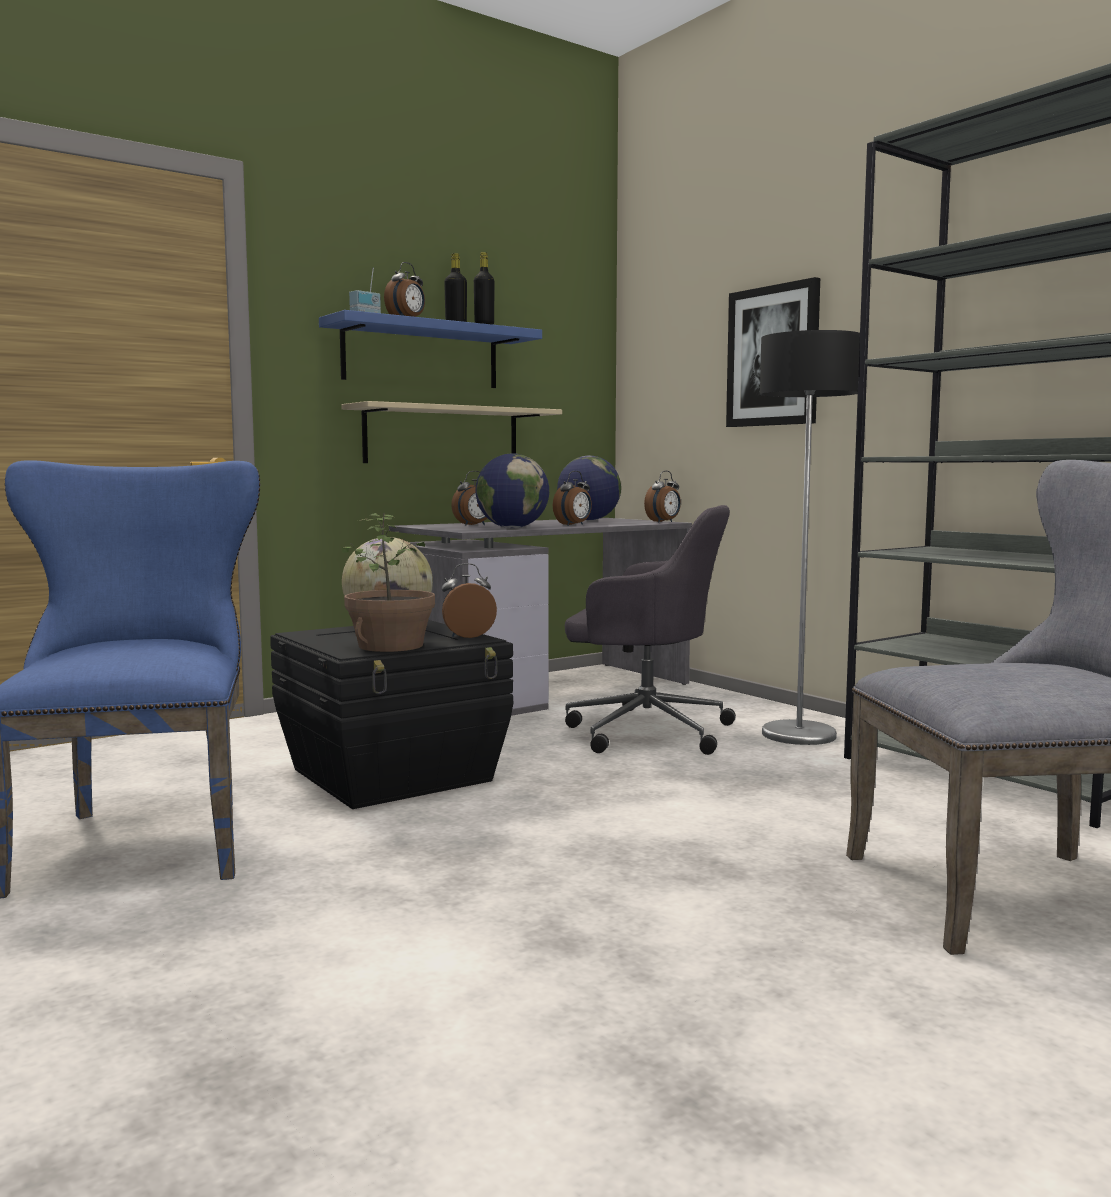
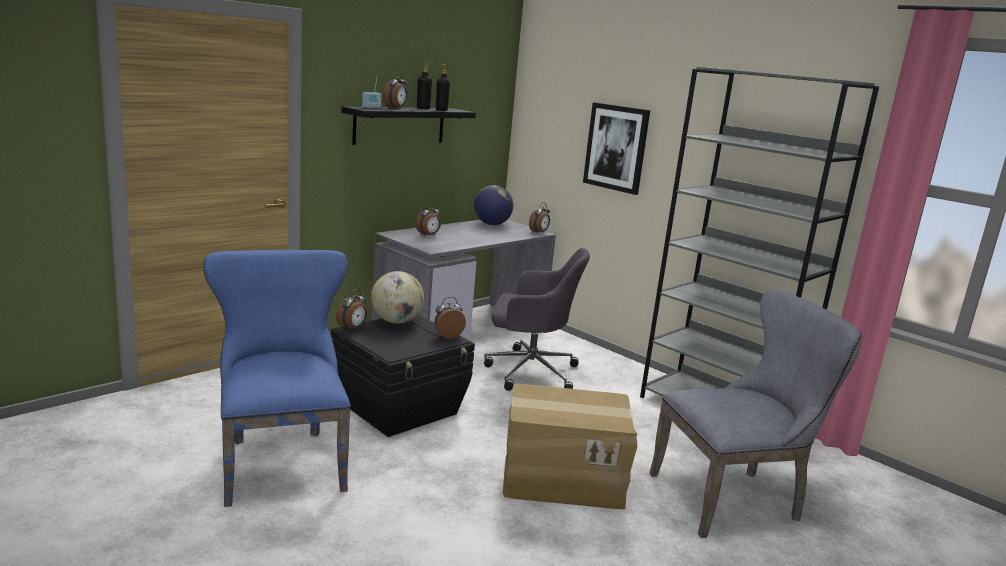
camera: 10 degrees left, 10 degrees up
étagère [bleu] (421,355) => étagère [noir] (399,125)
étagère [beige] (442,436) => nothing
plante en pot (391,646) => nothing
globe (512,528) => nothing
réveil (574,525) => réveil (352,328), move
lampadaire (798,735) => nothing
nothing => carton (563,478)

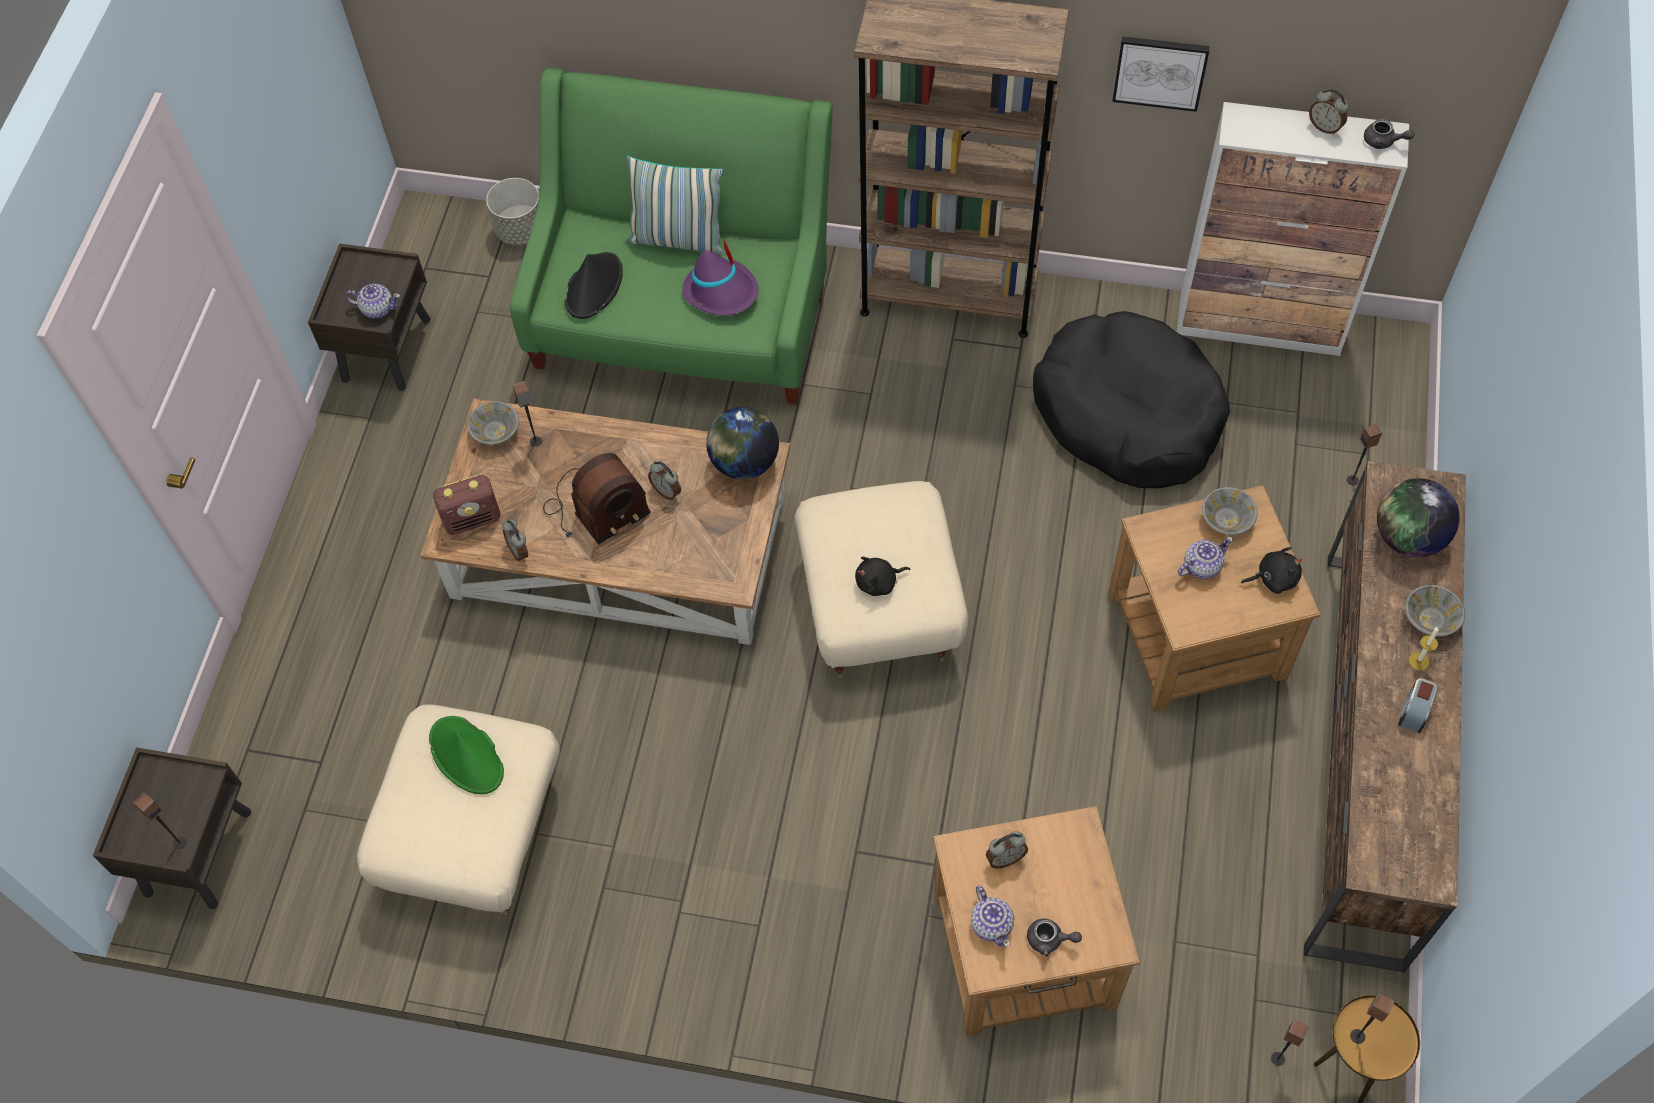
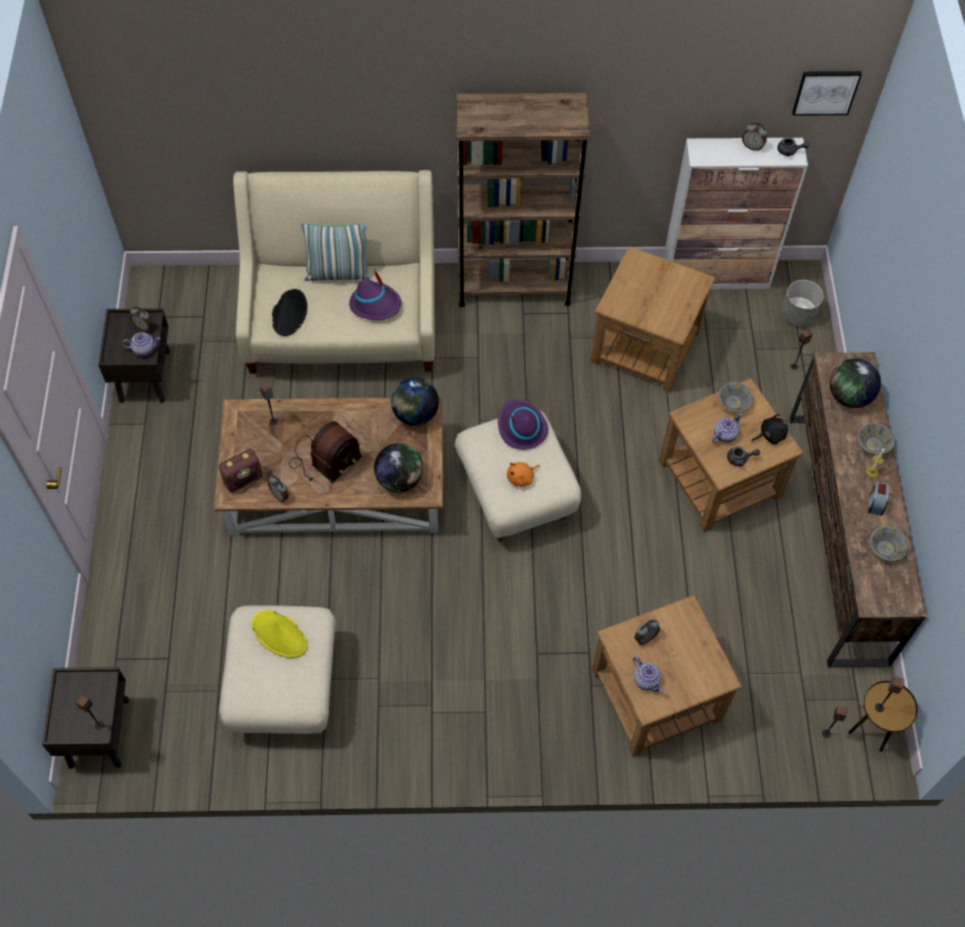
camera: 15 degrees left, 0 degrees up
chapeau [vert] (467,756) => chapeau [jaune] (279,634)
bol [gris] (496,432) => bol [gris] (885,549), move
cache-pot [gris] (521,230) => cache-pot [gris] (798,314), move
canapé [vert] (684,316) => canapé [beige] (342,324)
réveil (667,491) => réveil (144,326), move
peluche [noir] (879,582) => peluche [orange] (521,478)
théière [gris] (1050,940) => théière [gris] (740,459), move
panier pour chien [noir] (1127,414) => table d'appoint [marron] (645,345)
tableau (1160,71) => tableau (825,91), move
nothing => globe (399,479)
nothing => chapeau [violet] (521,427)

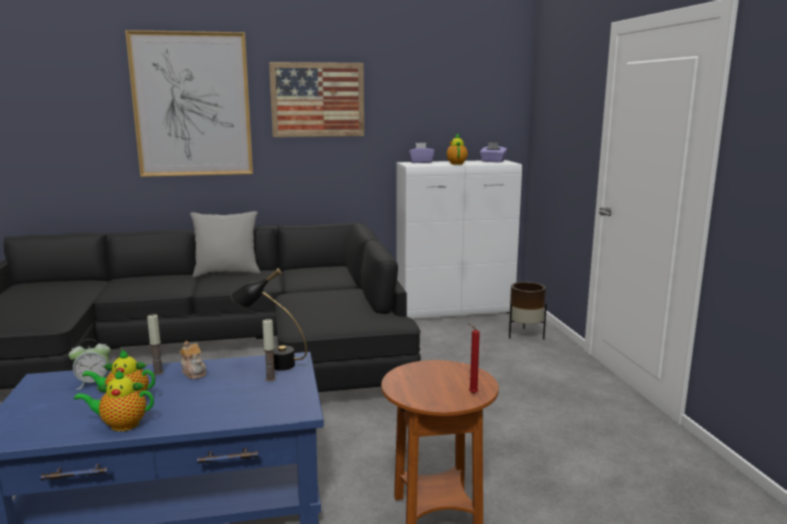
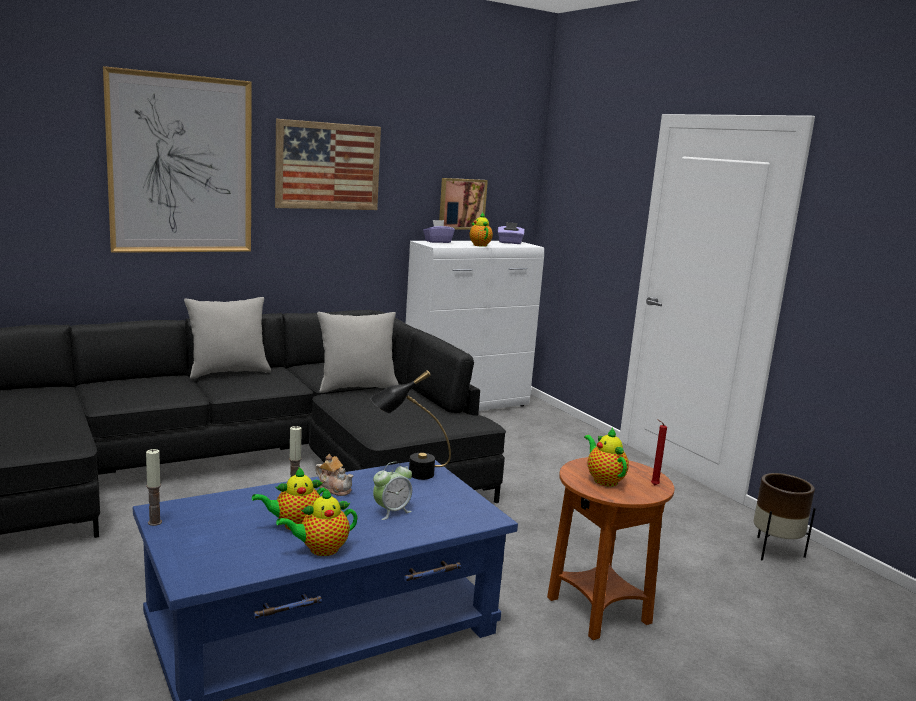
camera: 20 degrees left, 0 degrees up
réveil (93,383) => réveil (391,511), move
bougie (270,379) => bougie (154,522), move
cache-pot [marron] (525,335) => cache-pot [marron] (774,551), move
nothing => coussin [gris] (357,387)
nothing => tableau (461,204)
nothing => théière (603,480)

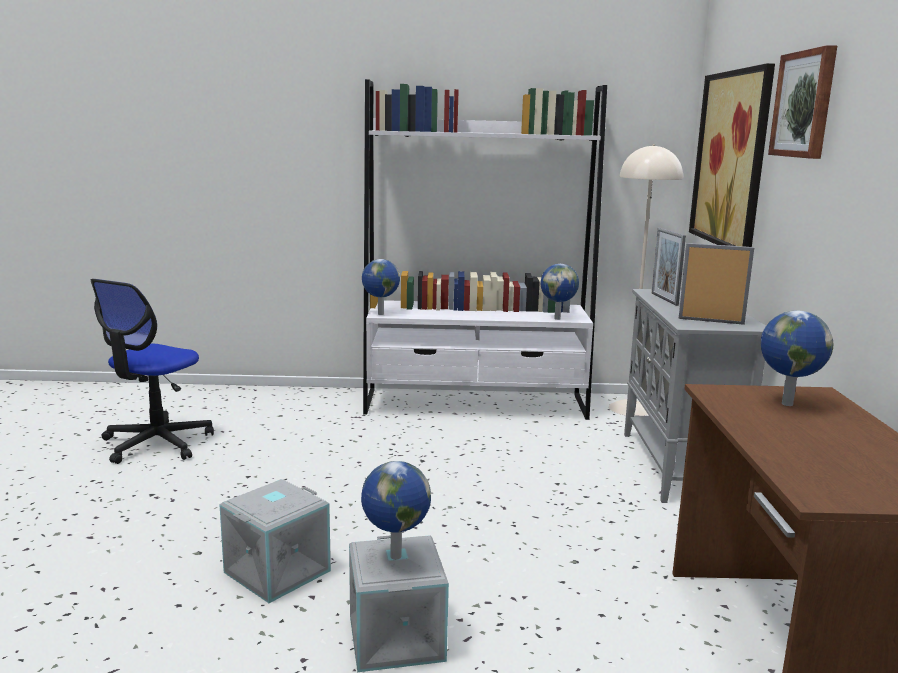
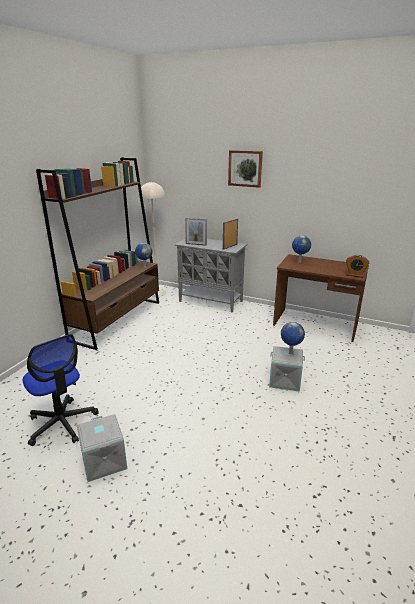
camera: 65 degrees left, 10 degrees up
boîte de rangement [gris] (276,570) => boîte de rangement [gris] (103,461), move
globe (380,314) => nothing
bibliothèque [blanc] (476,404) => bibliothèque [marron] (117,320)
tableau (731,159) => nothing
nothing => réveil (355,275)

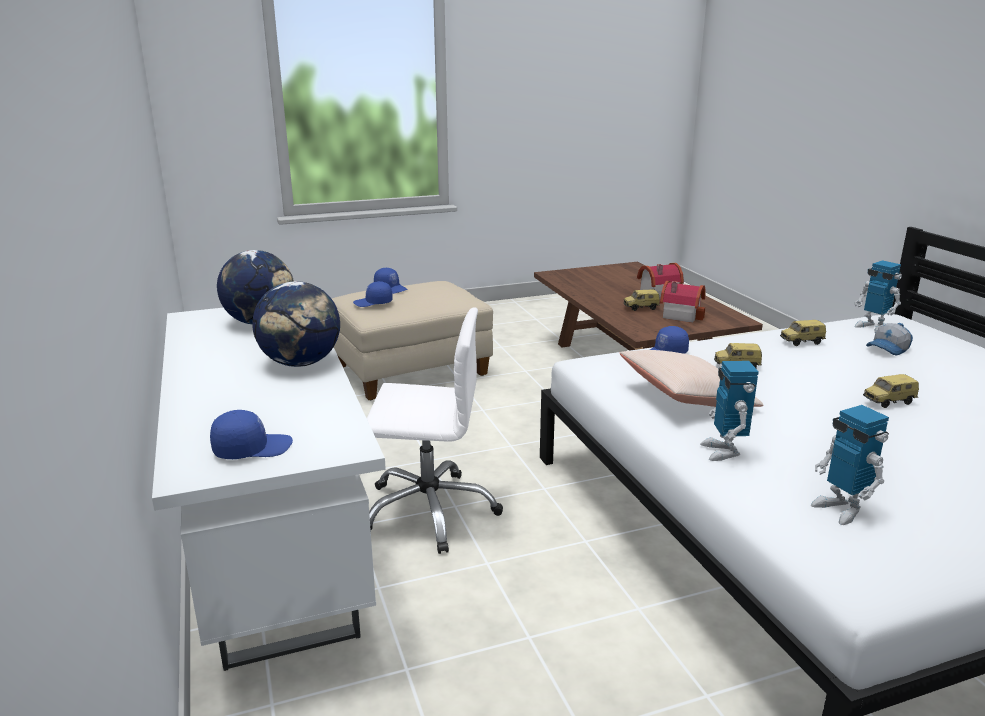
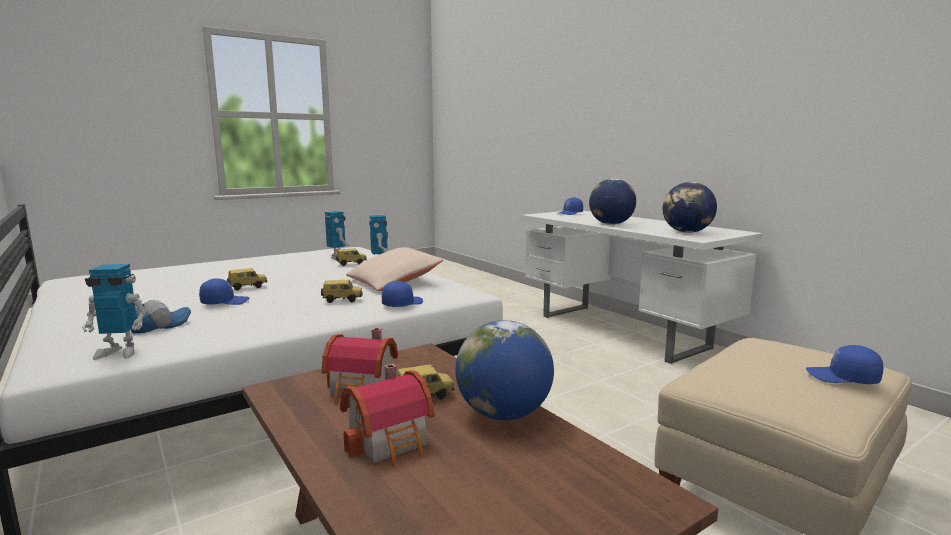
camera: 165 degrees right, 10 degrees down
casquette [bleu] (373,303) => casquette [bleu] (225,302), move
chaise de bureau [blanc] (429,511) => nothing
petite voiture (802,343) => petite voiture (351,264), move
robot jouet (872,327) => robot jouet (120,352), 135 degrees clockwise
nothing => globe (504,414)

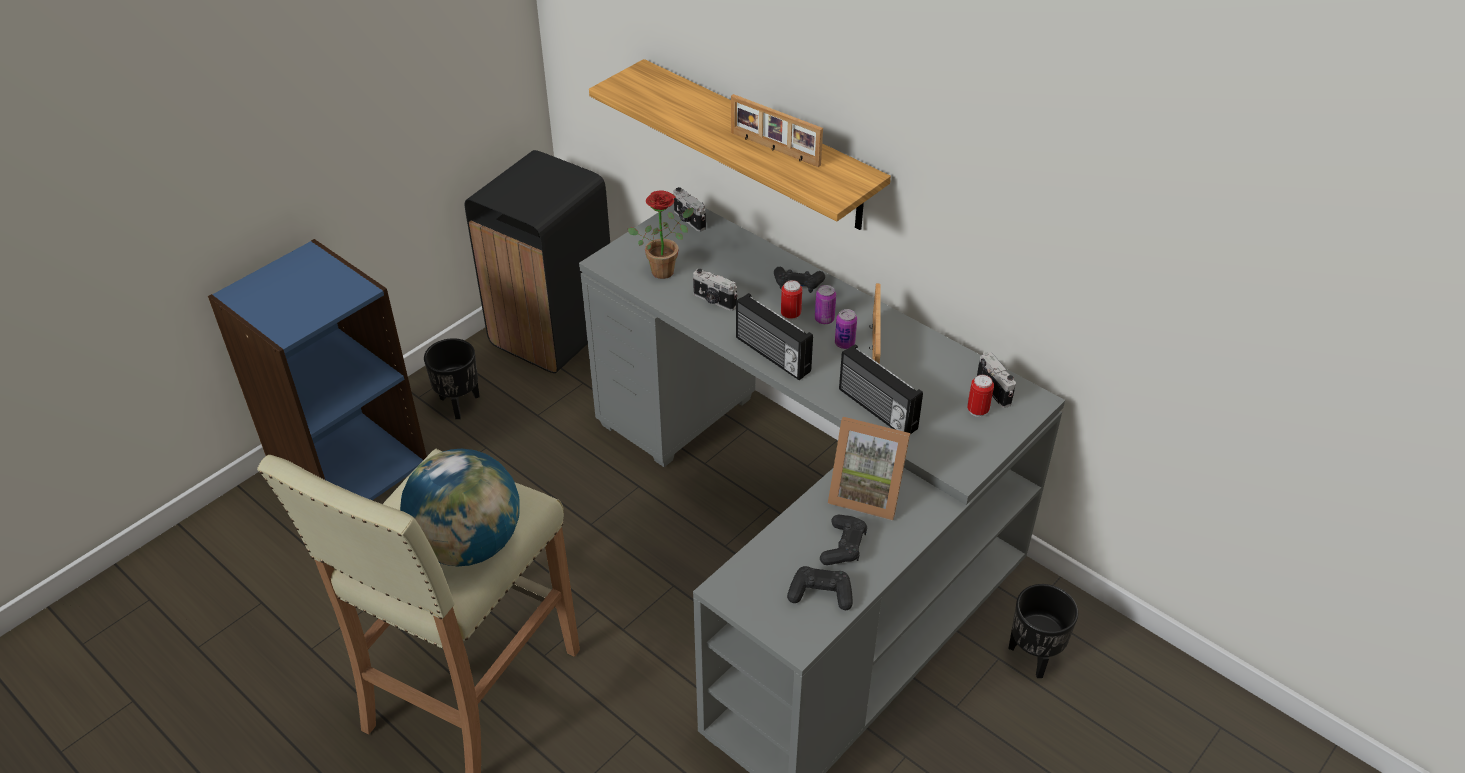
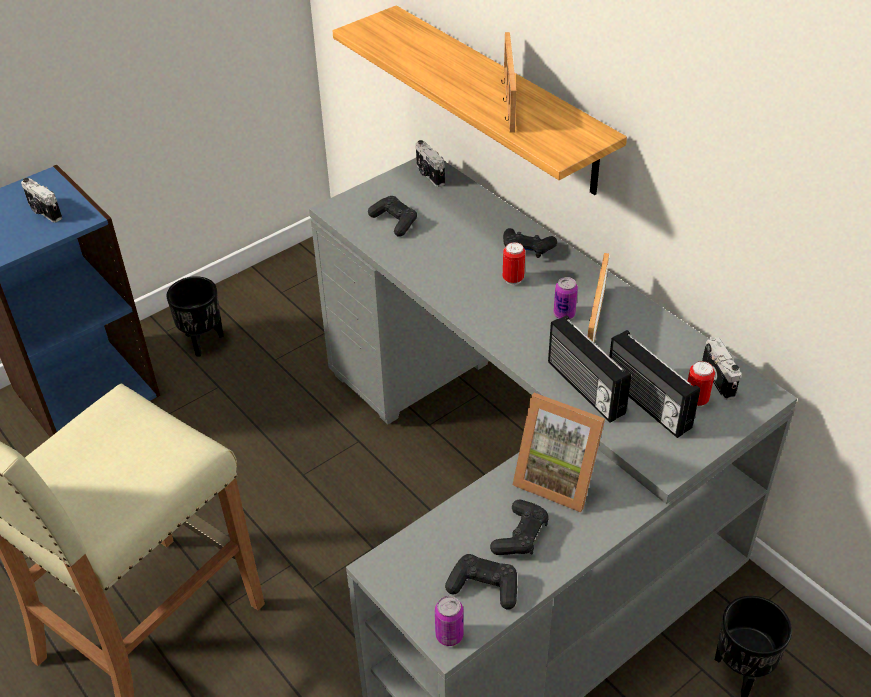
camera: 10 degrees right, 0 degrees up
globe (469,544) => nothing
poubelle [noir] (551,333) => nothing
plante en pot (666,269) => manette [noir] (394,221)
appareil photo (714,301) => appareil photo (43,212), move
cadre photo (774,149) => cadre photo (507,101), 45 degrees clockwise
radio (771,355) => radio (646,404), move
boîte métallique (824,319) => boîte métallique (449,635), move

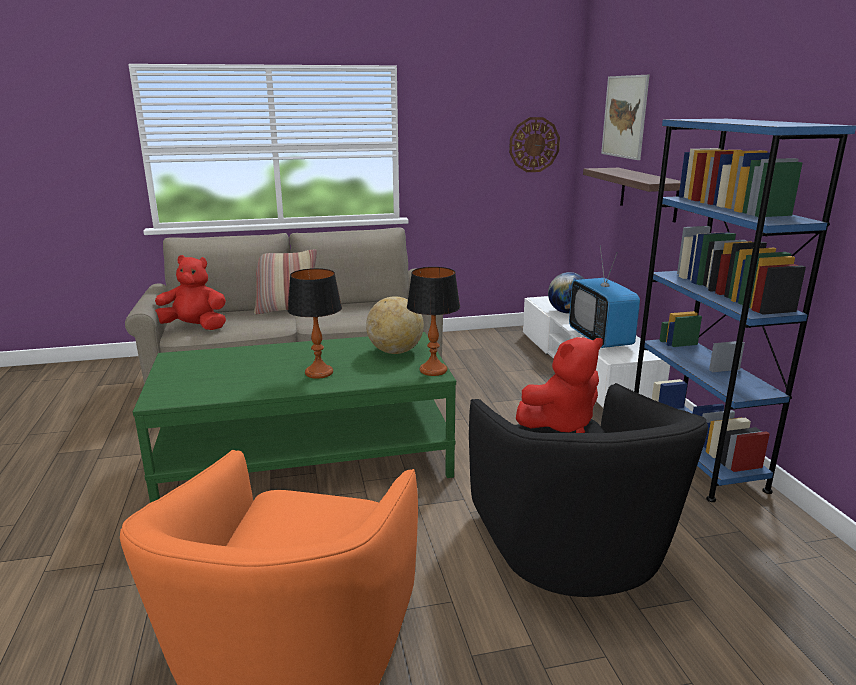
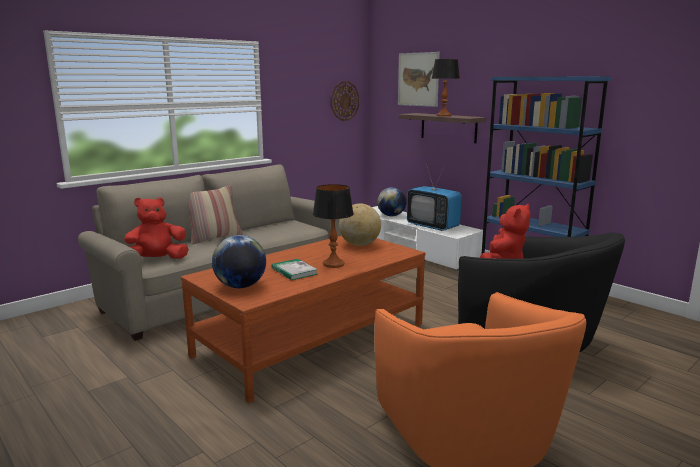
camera: 30 degrees left, 5 degrees down
table basse [vert] (307,459) => table basse [marron] (313,339)
lampe de table (433,370) => lampe de table (443,115), move
nothing => globe (240,286)
nothing => livre (294,271)

